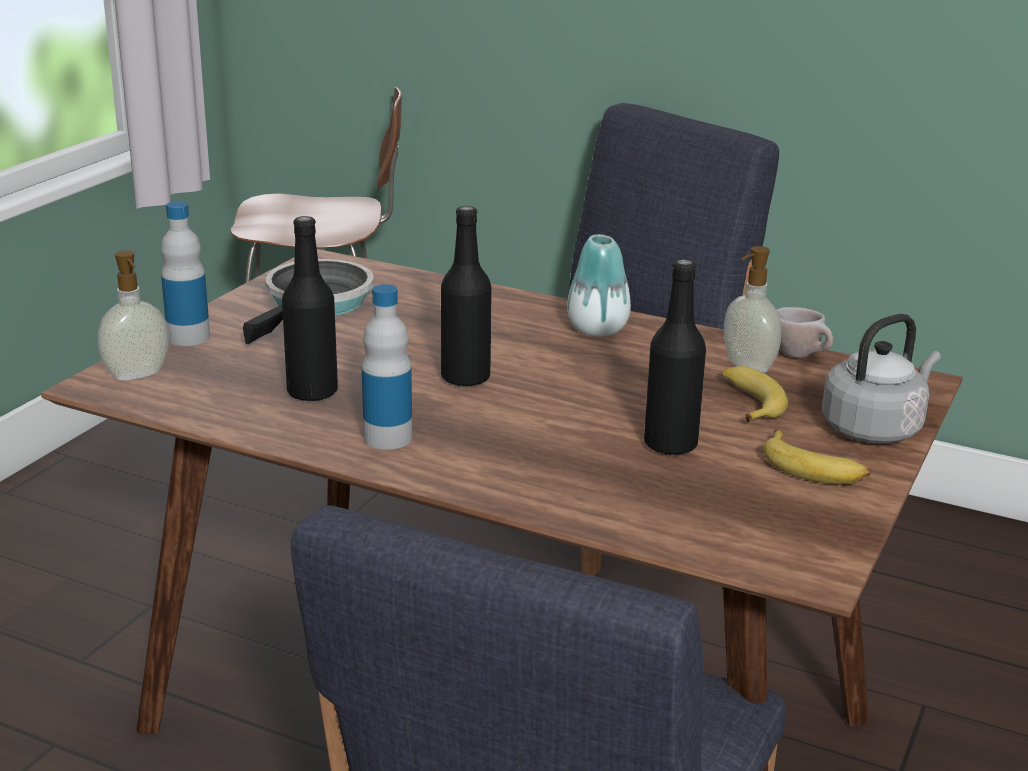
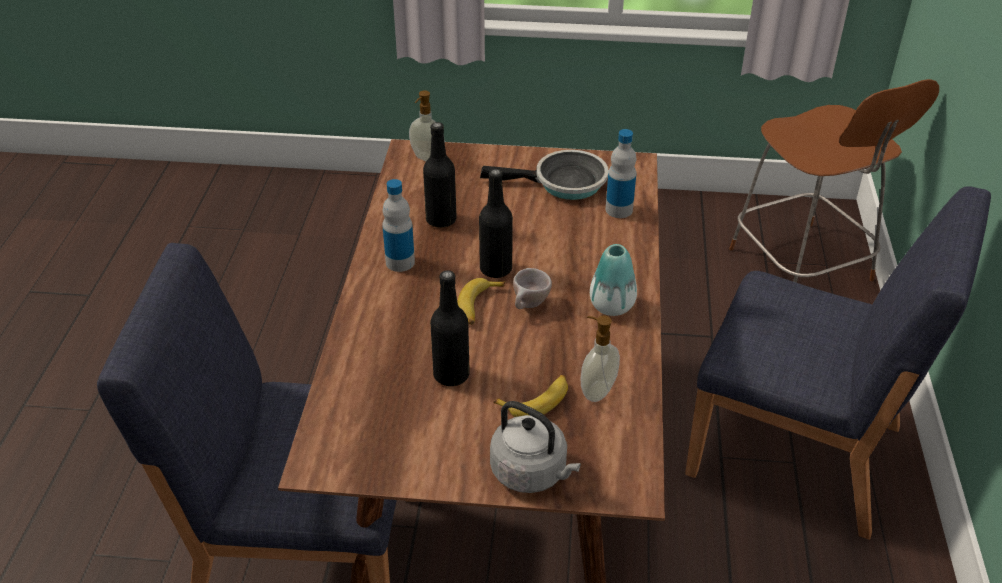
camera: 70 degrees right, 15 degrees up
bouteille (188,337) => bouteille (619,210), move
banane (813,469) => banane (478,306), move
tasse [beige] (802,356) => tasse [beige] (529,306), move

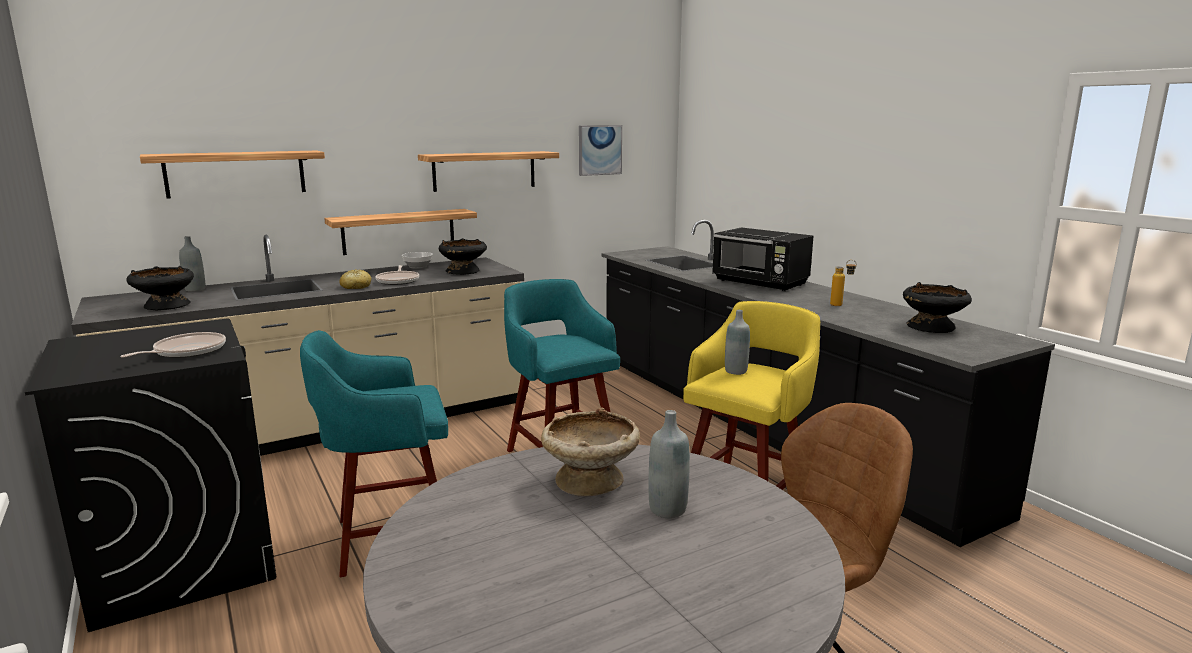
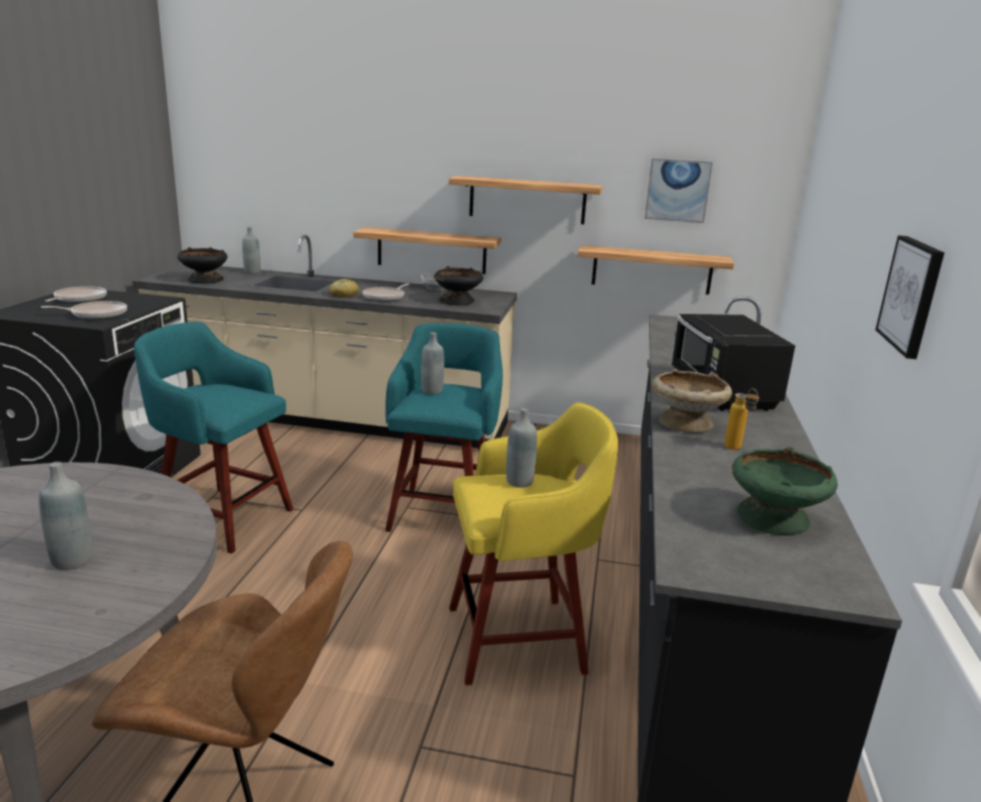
camera: 40 degrees right, 5 degrees up
étagère (236,173) => étagère (652,270), move
bol [beige] (590,481) => bol [beige] (686,423), move
bol [noir] (932,327) => bol [vert] (774,519)
nothing => poêle (78,299)
nothing => bouteille [gris] (432,391)
nothing => tableau (911,295)

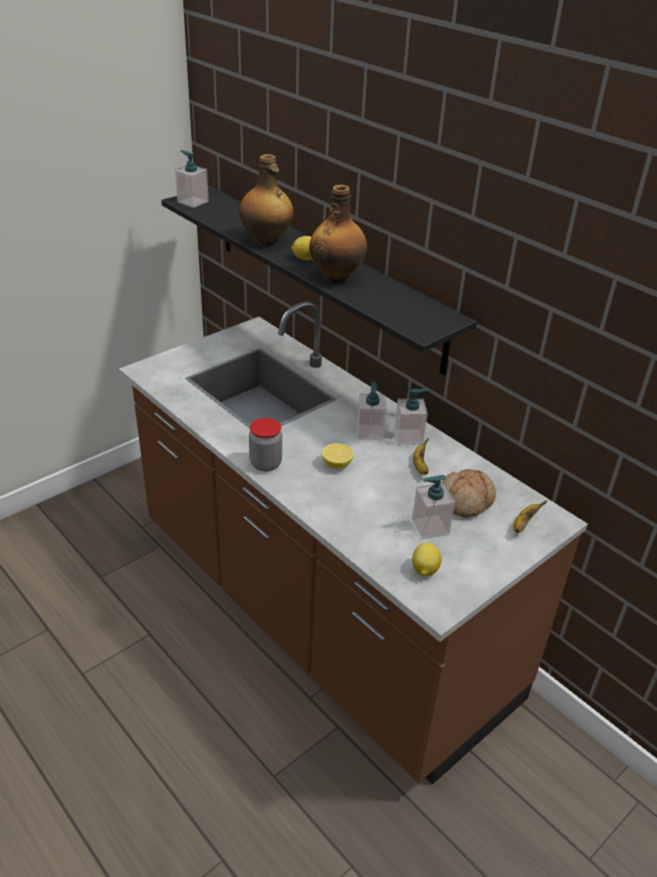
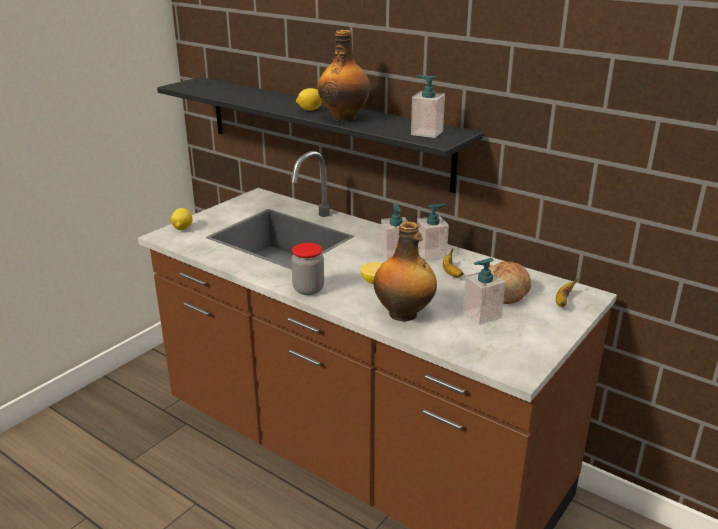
camera: 10 degrees left, 10 degrees down
distributeur de savon (192,202) => distributeur de savon (426,133), move
bouteille (266,241) => bouteille (404,314), move
citron (424,570) => citron (182,228), move

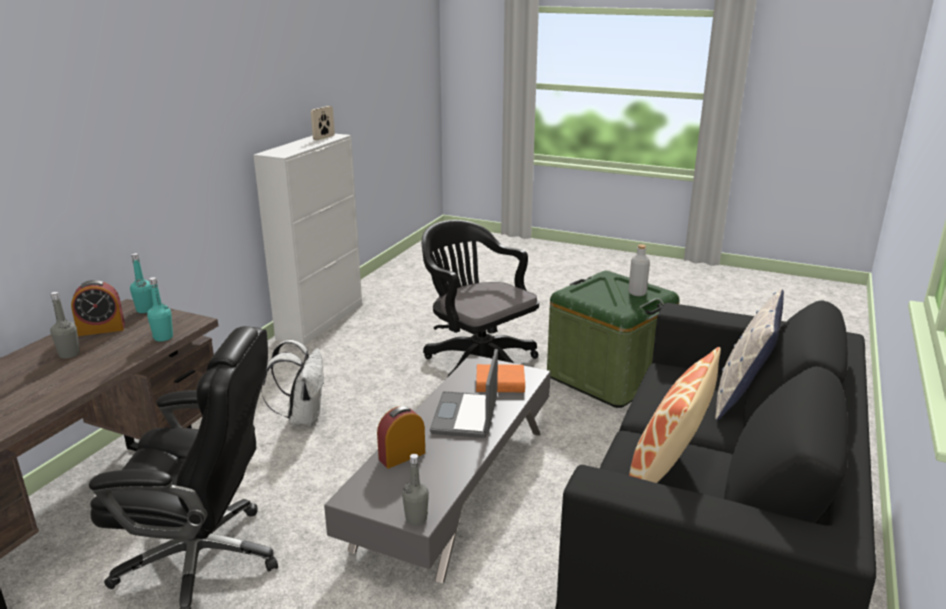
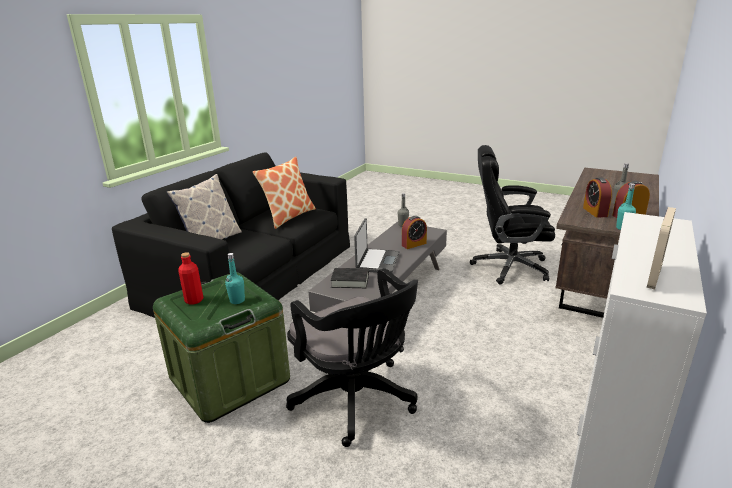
camera: 175 degrees left, 0 degrees up
bouteille [turquoise] (163,337) => bouteille [turquoise] (237,300), move
sac à dos [blanc] (302,417) => nothing
livre [orange] (500,383) => livre [noir] (350,281)
bouteille [gris] (637,293) => bouteille [rouge] (194,300)
nothing => réveil (595,212)

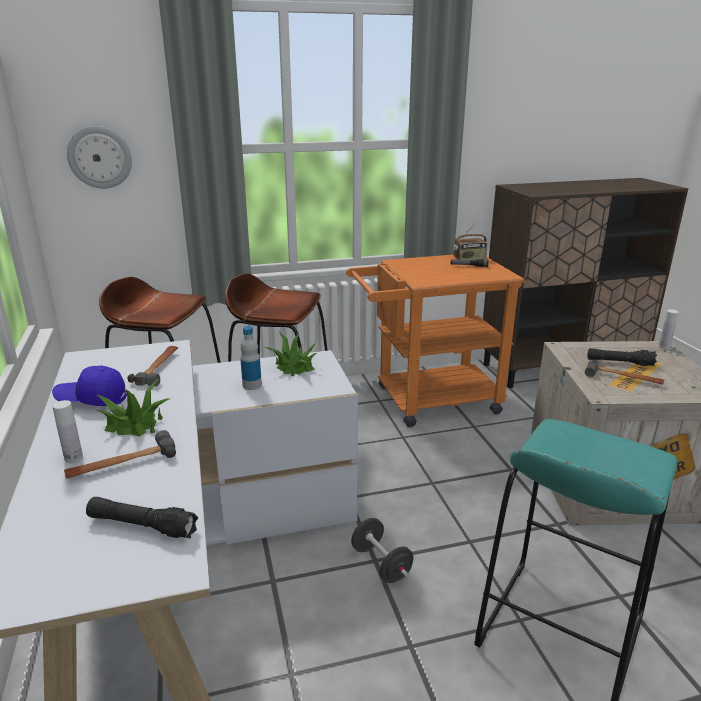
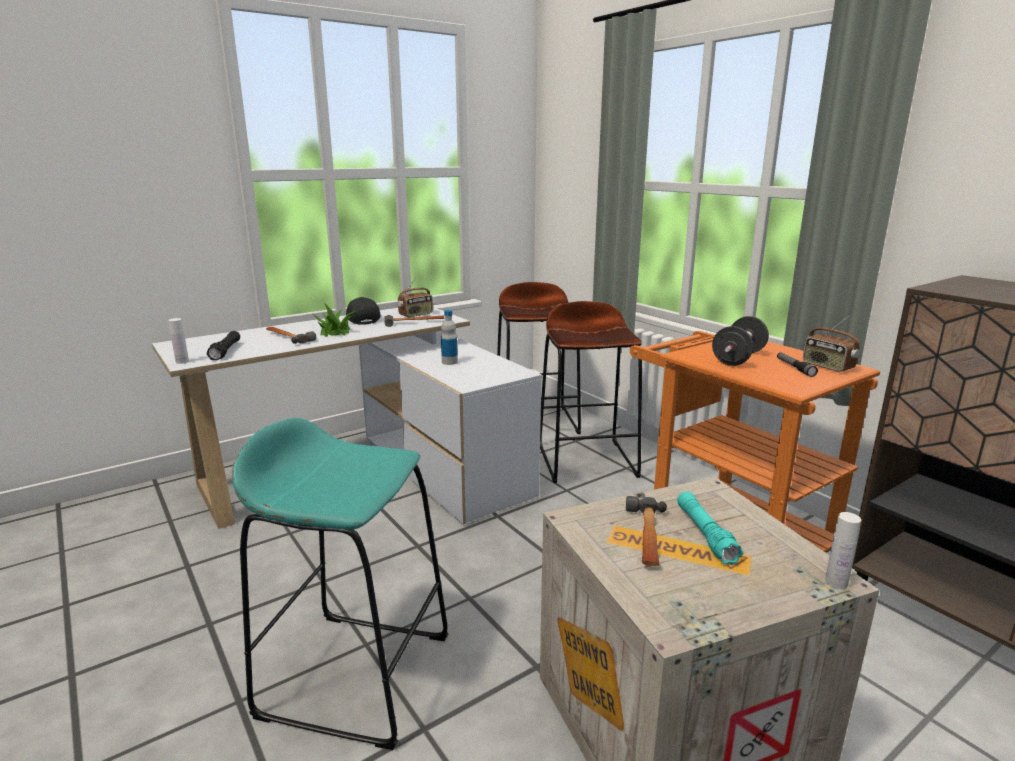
camera: 70 degrees right, 5 degrees down
casquette [bleu] (92,399) => casquette [noir] (362,319)
bouteille [blanc] (73,458) => bouteille [blanc] (182,361), move
horloge murale (100,157) => nothing
plante en pot (294,366) => nothing
haltère [noir] (381,564) => haltère [noir] (738,358), move
lampe de poche [noir] (619,362) => lampe de poche [turquoise] (705,534)
nothing => radio (416,315)

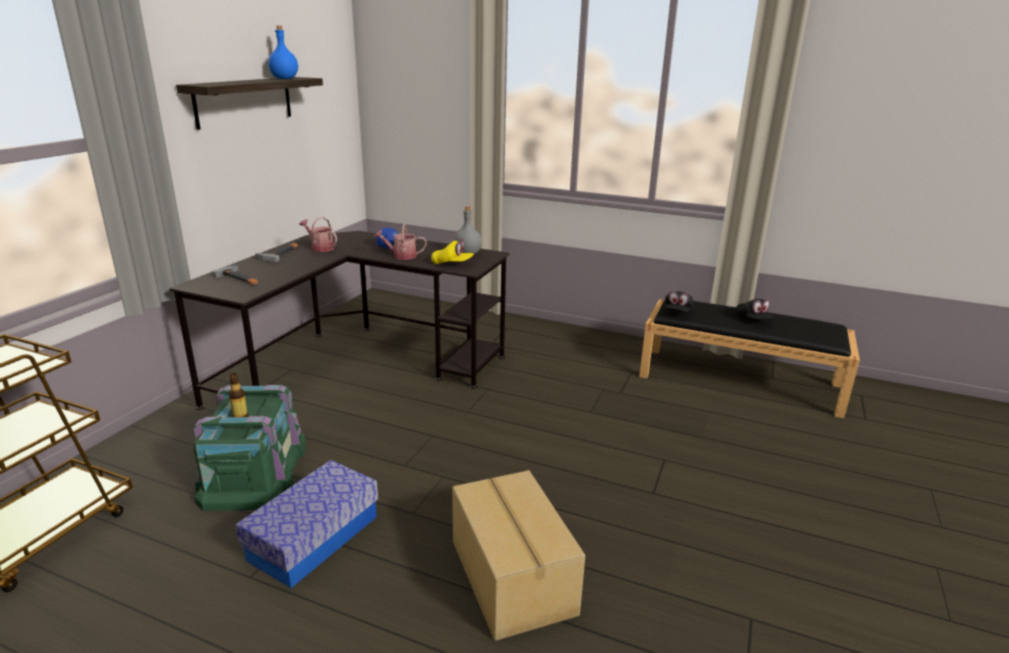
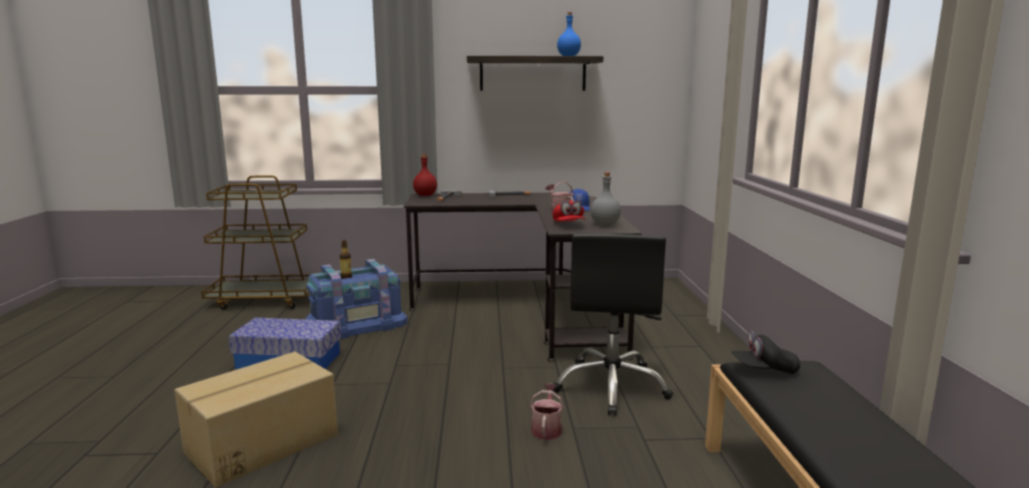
camera: 65 degrees right, 10 degrees down
boîte de rangement [vert] (253,470) => boîte de rangement [bleu] (356,323)
arrosoir (320,248) => arrosoir (546,428), move
casquette [jaune] (452,263) => casquette [rouge] (568,225)
casquette [noir] (753,319) => nothing
nothing => bouteille [rouge] (425,195)
nothing => chaise de bureau [noir] (611,386)

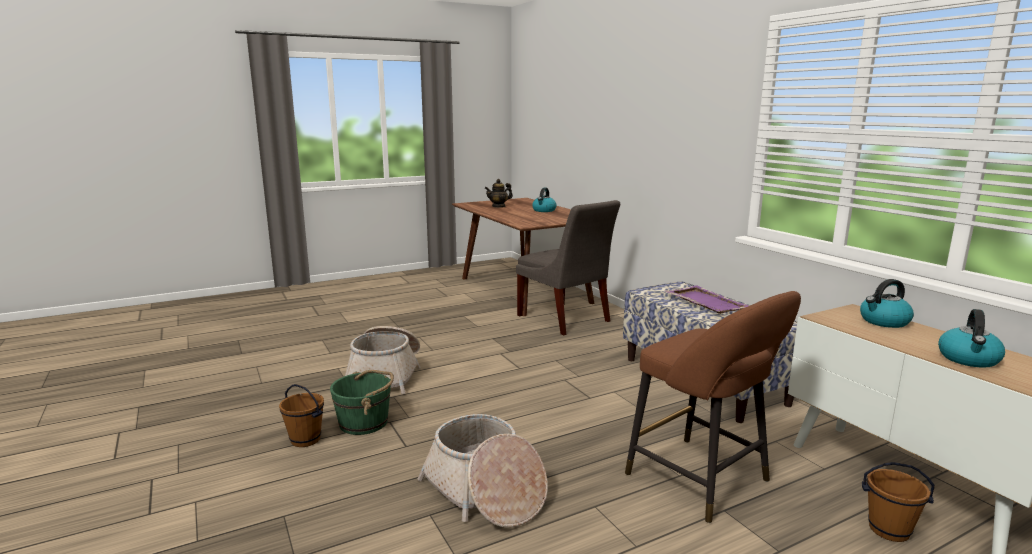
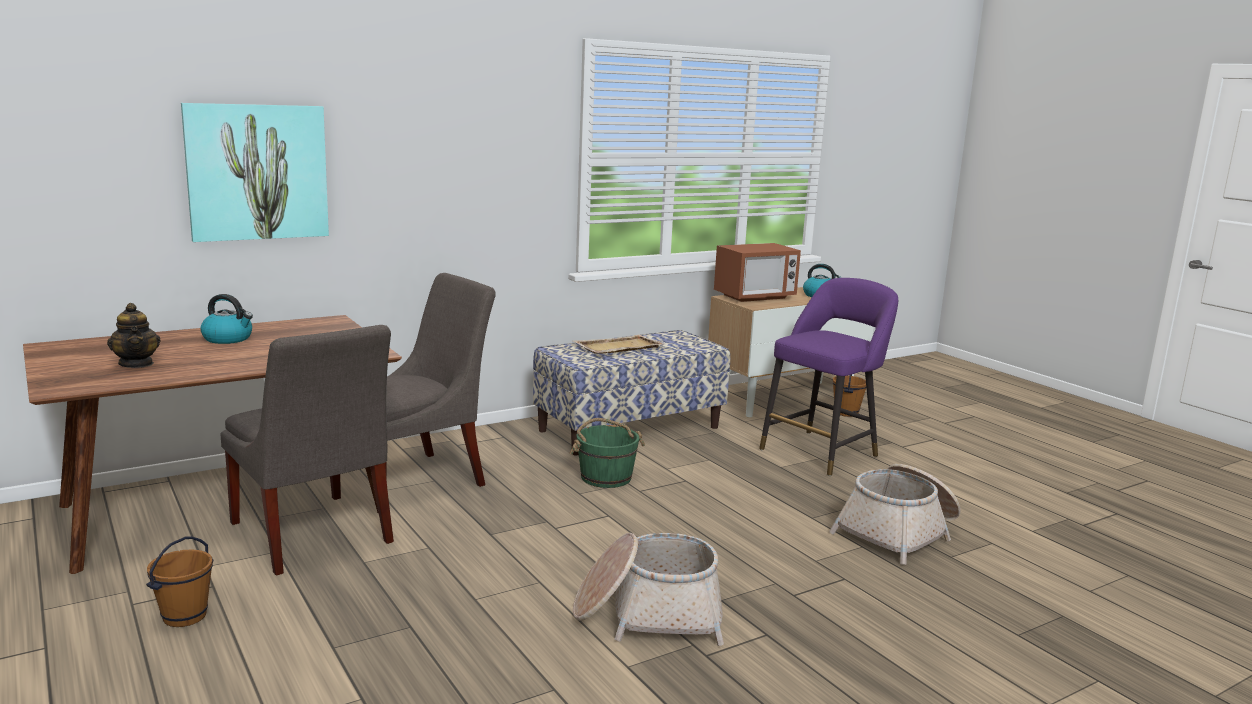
camera: 95 degrees left, 0 degrees up
seau [marron] (306,439) => seau [marron] (184,616), move
seau [vert] (365,422) => seau [vert] (605,477), move
tabouret [marron] (703,481) => tabouret [violet] (822,451)
plateau [violet] (706,301) => plateau [beige] (618,347)
bouilloire (884,321) => micro-ondes (755,297)
nothing => tableau (257,172)
nothing => chaise [gris] (312,536)

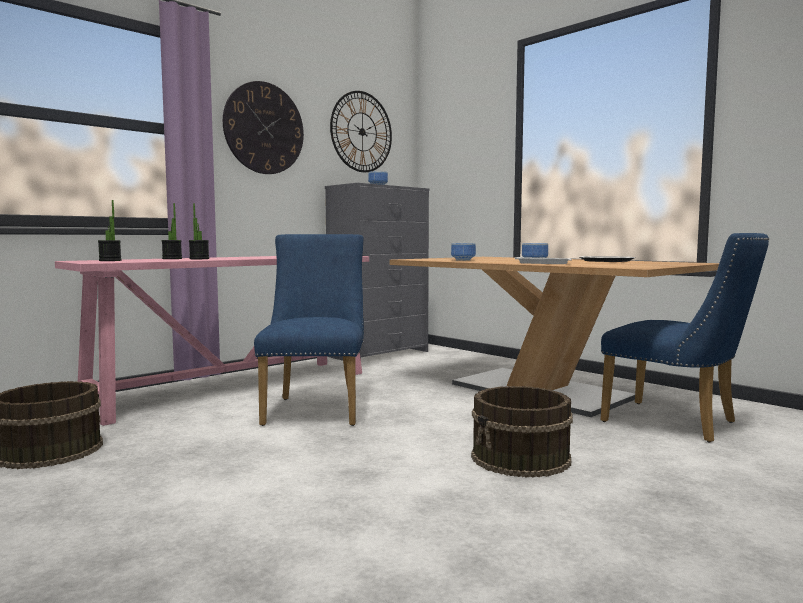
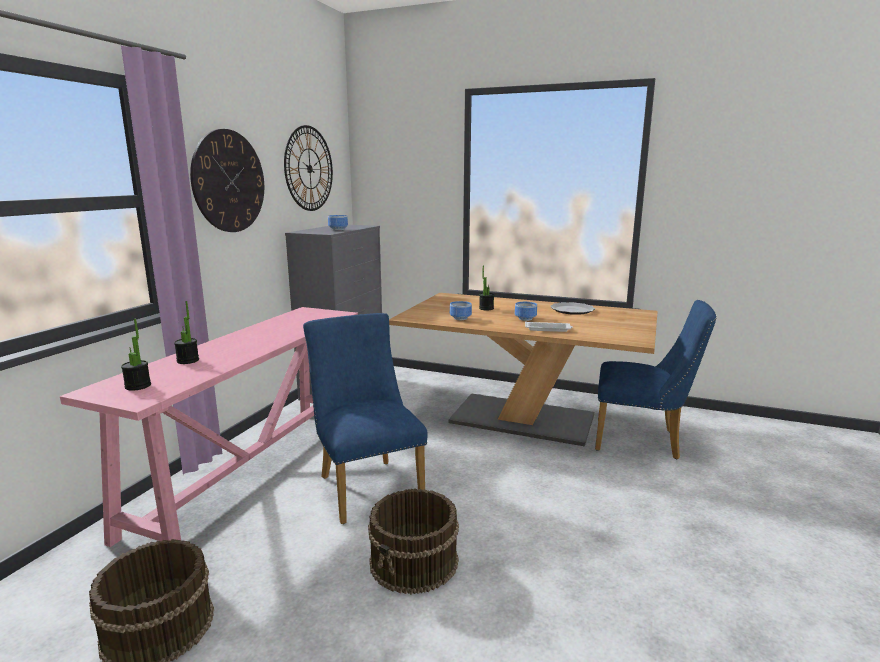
camera: 25 degrees left, 10 degrees up
plante en pot (199,259) => plante en pot (486,308), move
seau [marron] (521,458) => seau [marron] (414,562), move

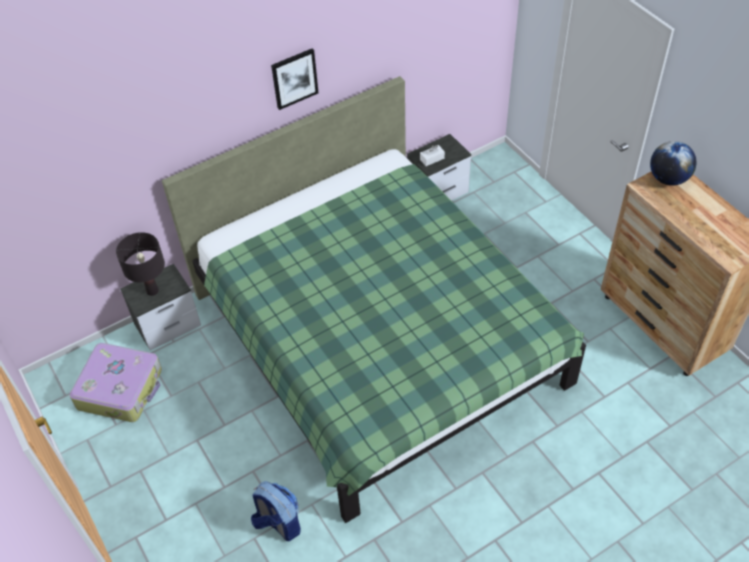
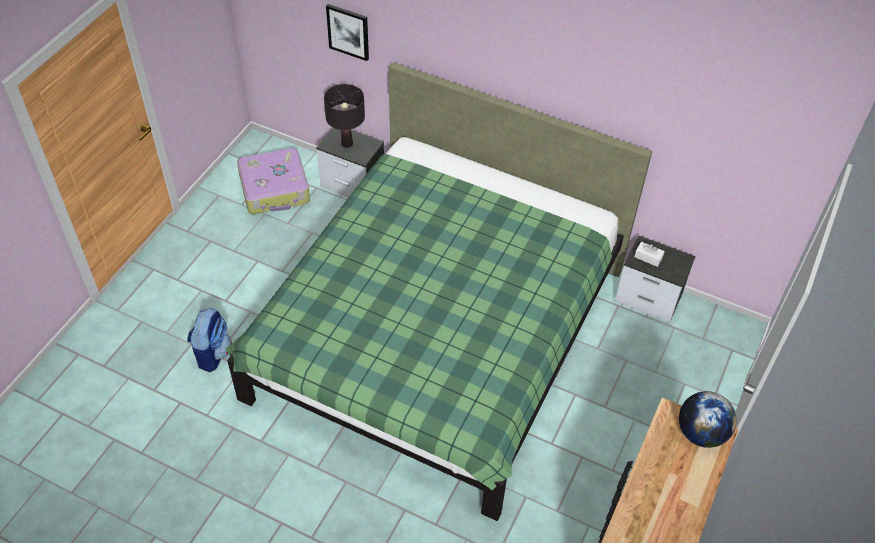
camera: 55 degrees right, 0 degrees up
tableau (294,78) => tableau (348,31), move

